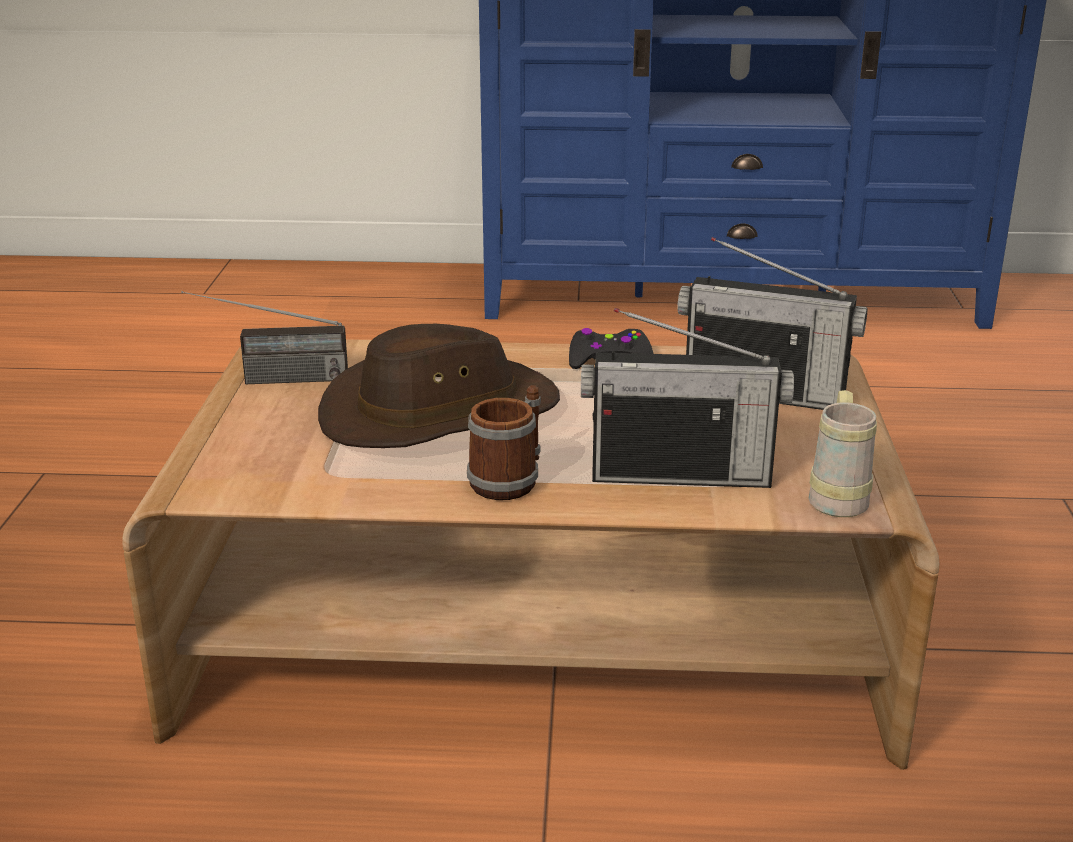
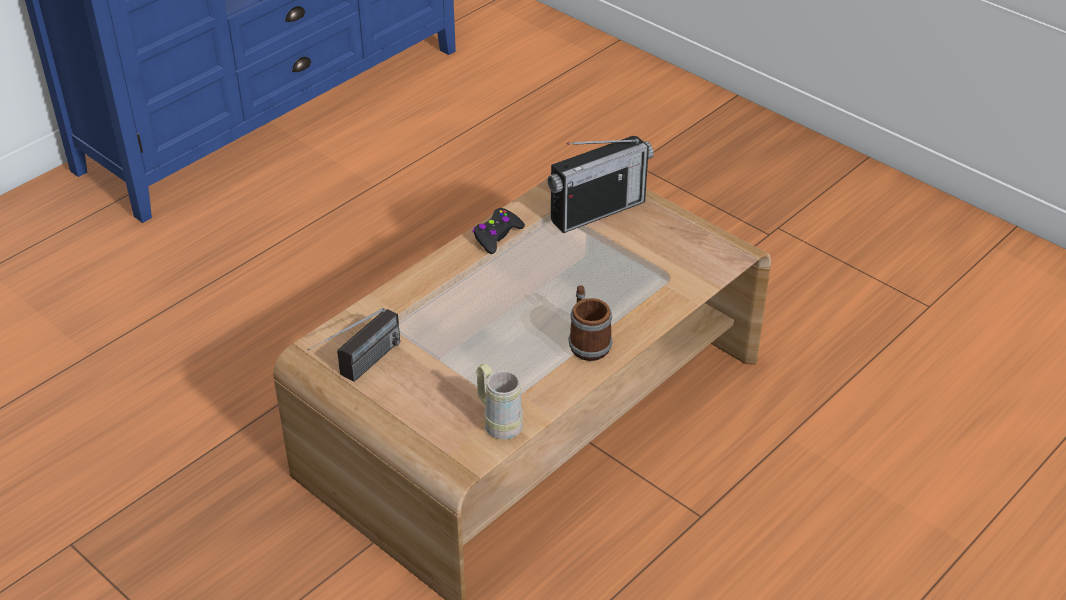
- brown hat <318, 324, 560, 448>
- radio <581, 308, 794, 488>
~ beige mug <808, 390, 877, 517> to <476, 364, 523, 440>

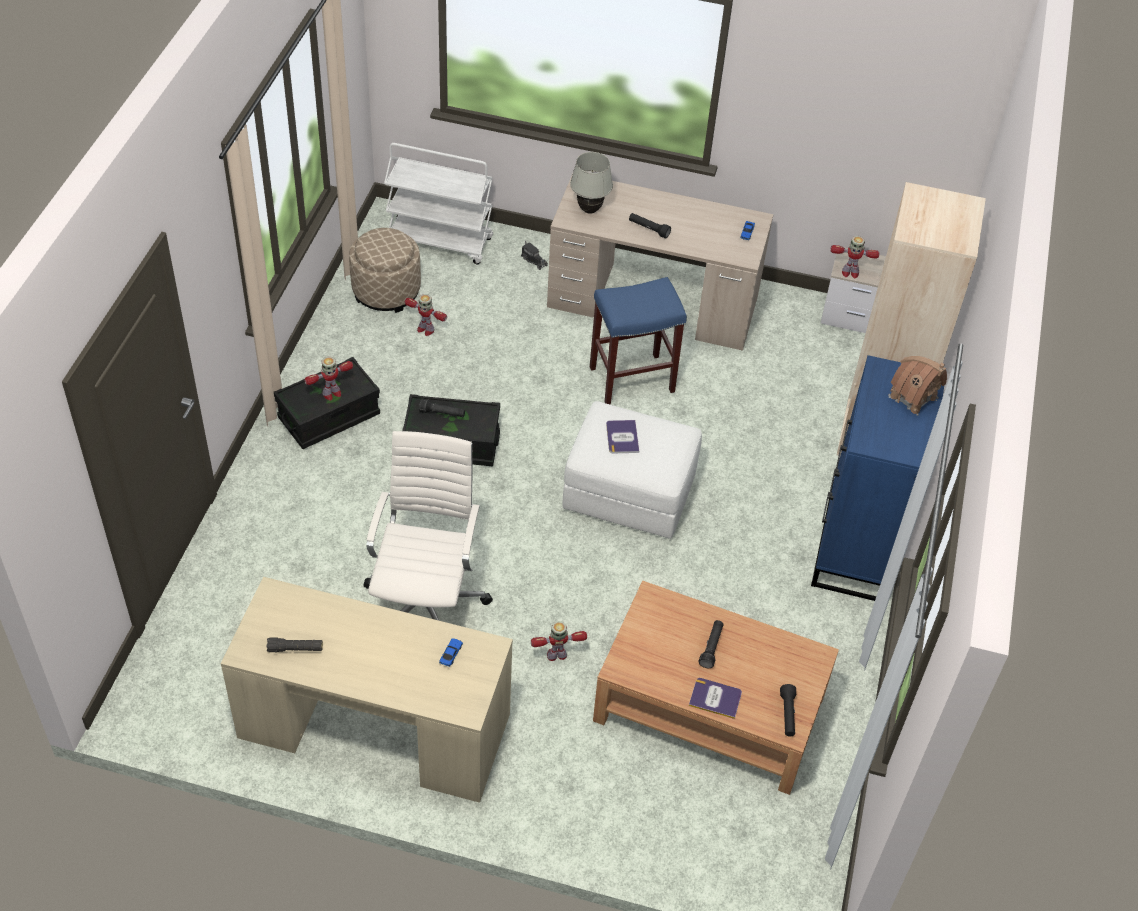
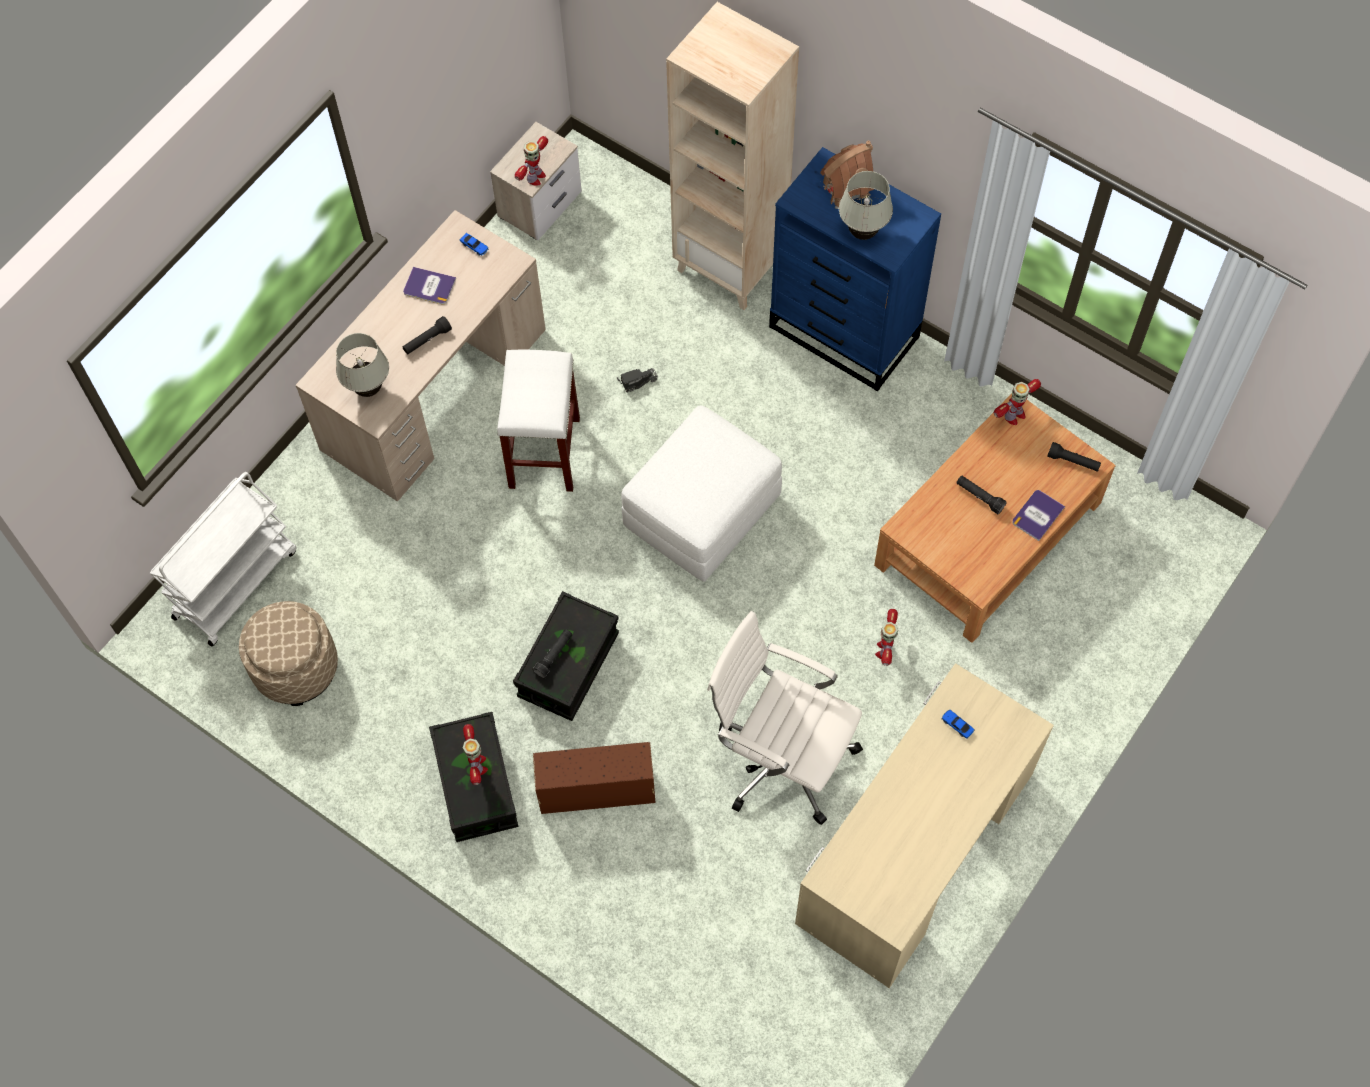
- black flashlight <266, 638, 323, 652>
~ toy robot <405, 294, 447, 336> to <994, 379, 1041, 425>
~ toy truck <521, 241, 548, 270> to <617, 368, 658, 393>
~ blue stool <590, 277, 687, 405> to white stool <497, 349, 580, 492>
~ book <606, 420, 639, 453> to <403, 267, 456, 305>
+ brown storage box <533, 742, 655, 814>
+ white table lamp <839, 171, 893, 240>

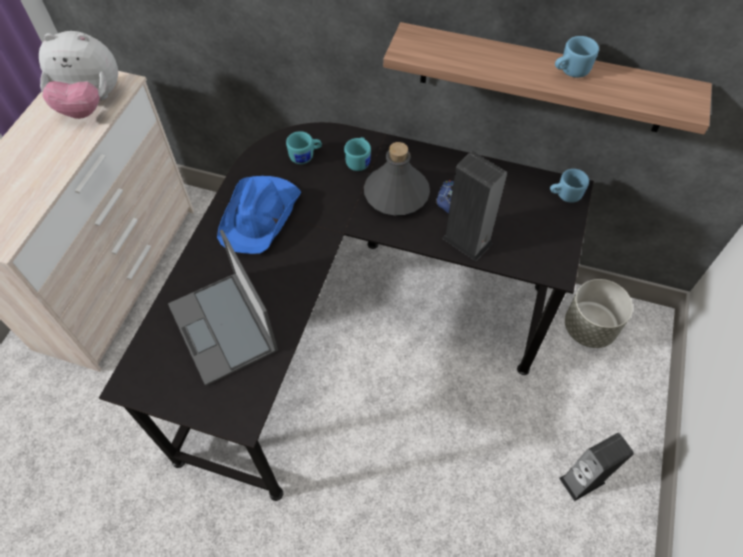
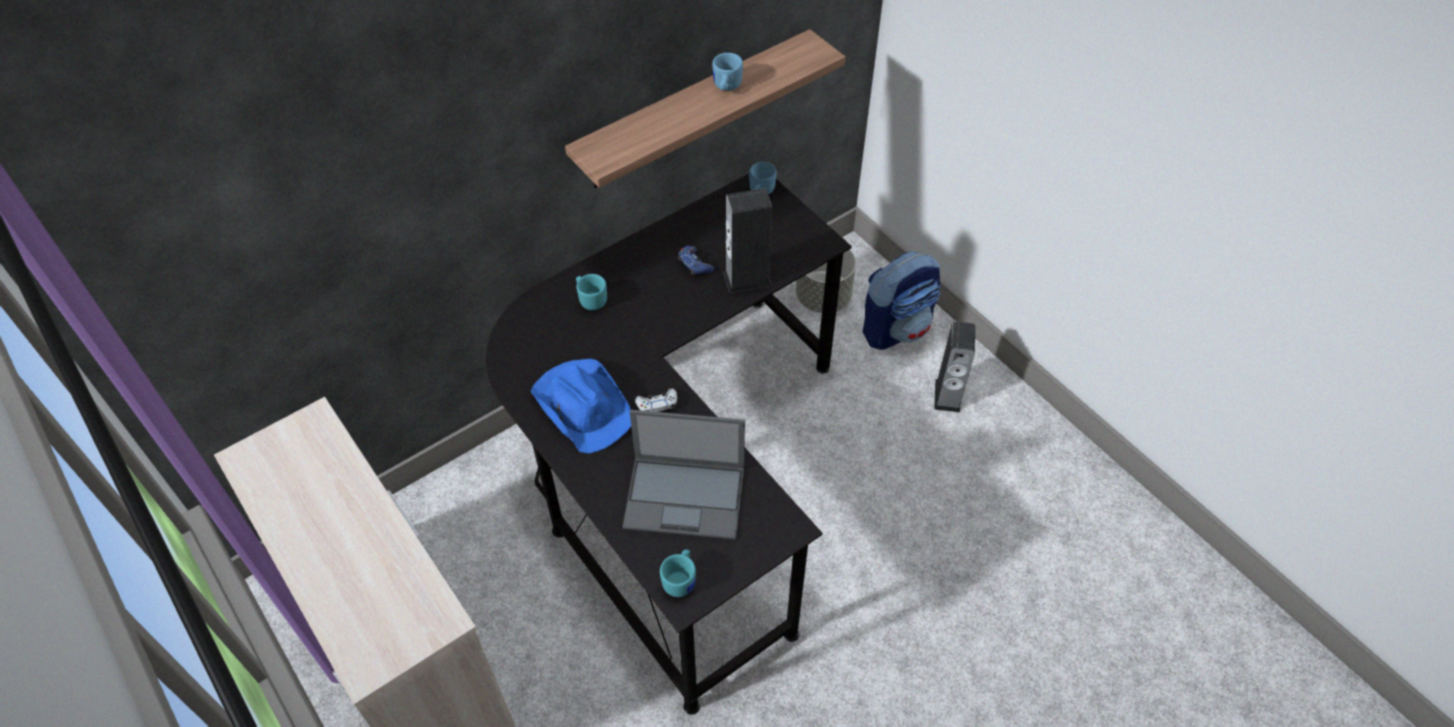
- plush toy <39, 31, 118, 119>
~ turquoise mug <286, 131, 322, 164> to <660, 549, 696, 597>
- grey bottle <364, 142, 430, 215>
+ white game controller <635, 388, 677, 412>
+ backpack <863, 251, 940, 350>

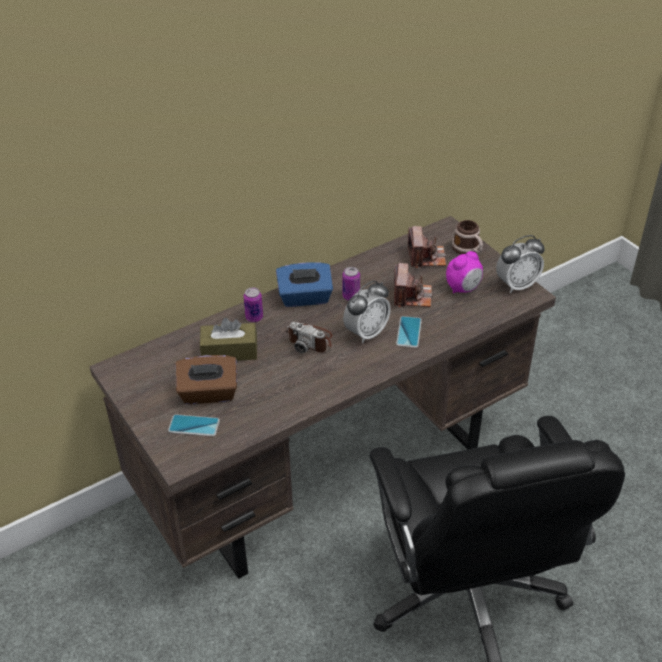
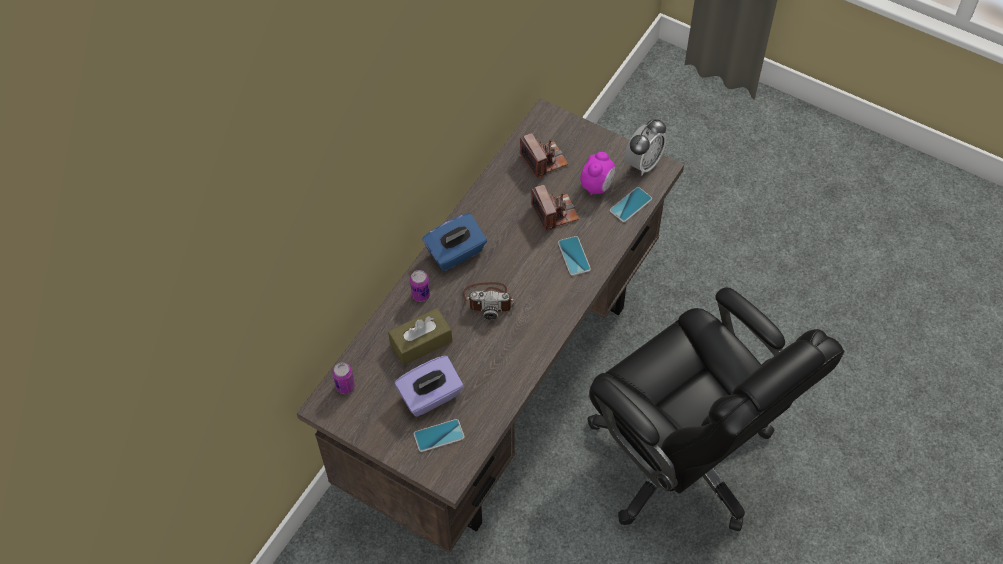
~ brown tissue box <176, 355, 237, 404> to purple tissue box <394, 355, 464, 417>
~ can <342, 267, 360, 301> to <332, 362, 355, 394>
- alarm clock <343, 280, 391, 344>
- mug <452, 220, 483, 255>
+ phone <610, 187, 652, 222>

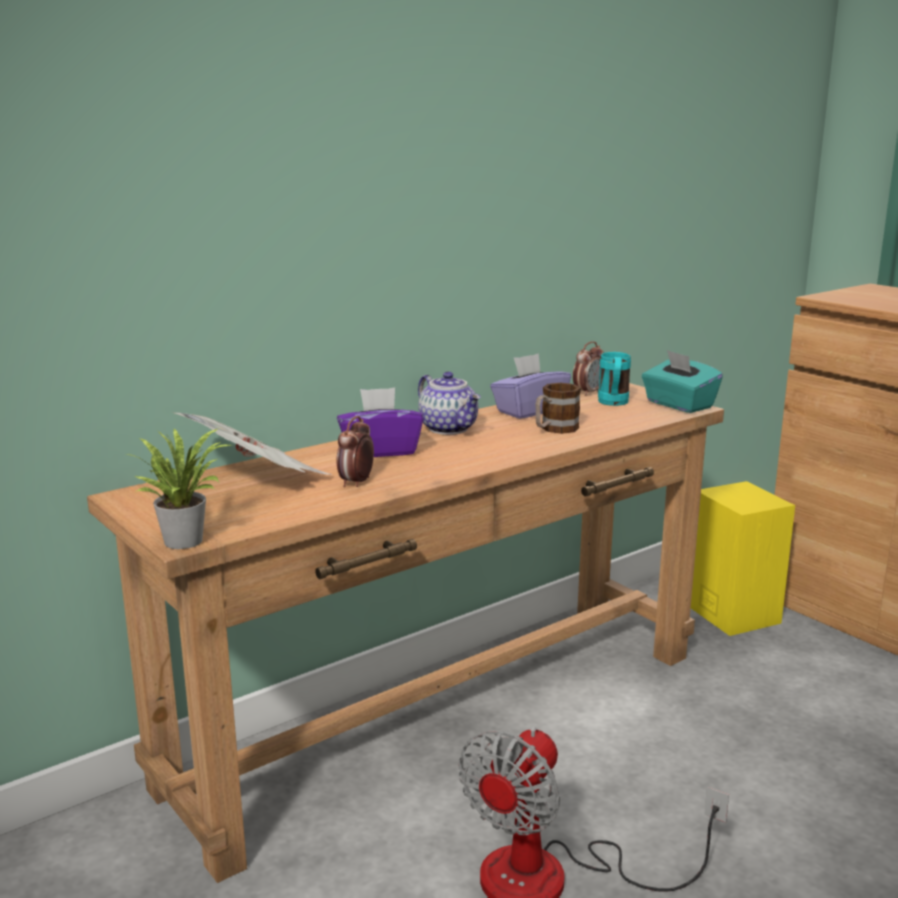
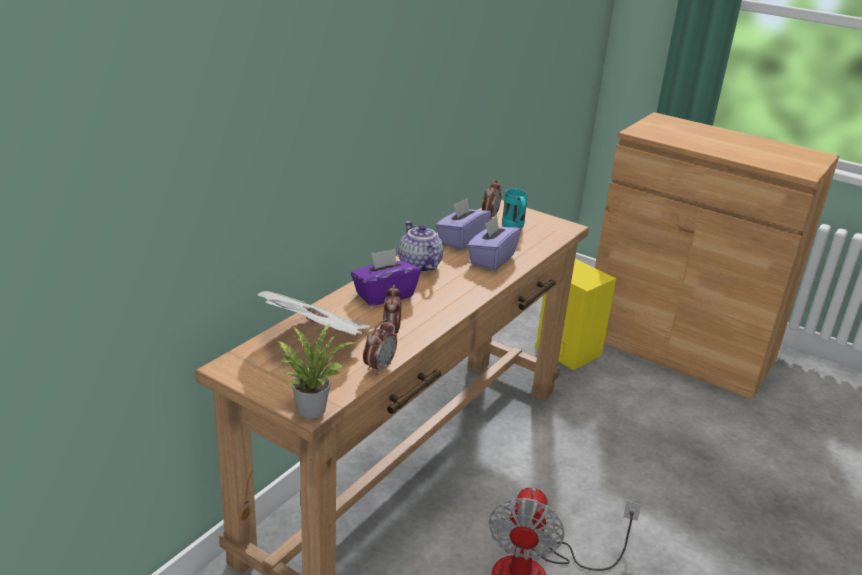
~ teapot <418, 372, 481, 435> = <398, 221, 443, 272> 150 degrees counterclockwise
~ mug <535, 383, 581, 434> to purple tissue box <467, 216, 521, 271>
- turquoise tissue box <642, 350, 723, 413>
+ alarm clock <363, 319, 397, 375>

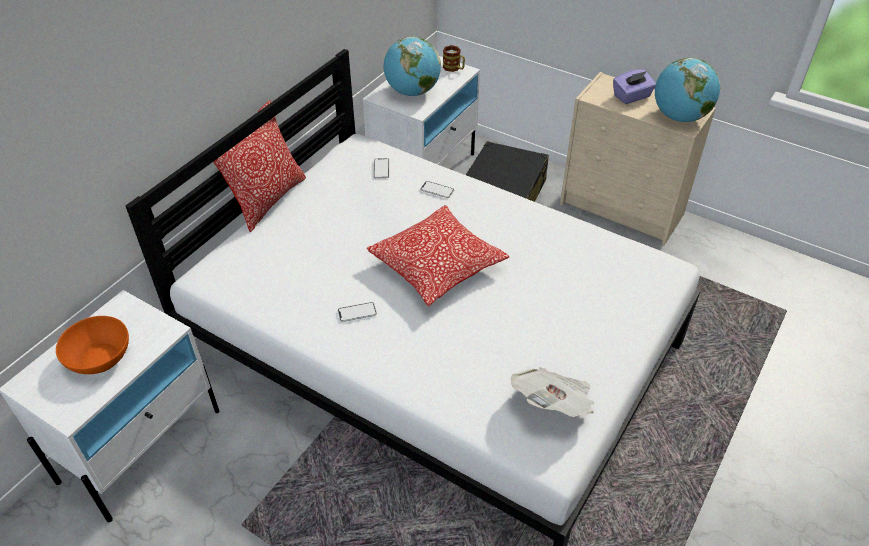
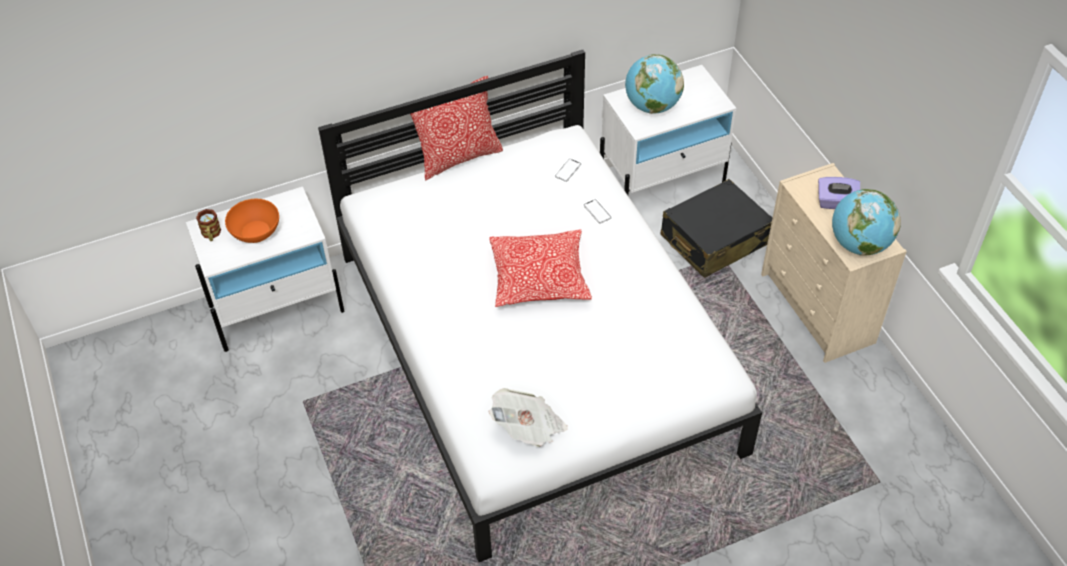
- phone <338, 302, 377, 322>
~ mug <443, 45, 465, 72> to <196, 209, 221, 241>

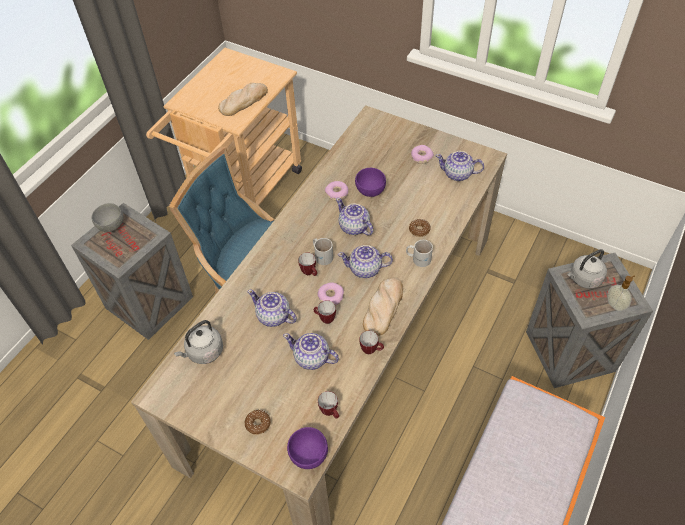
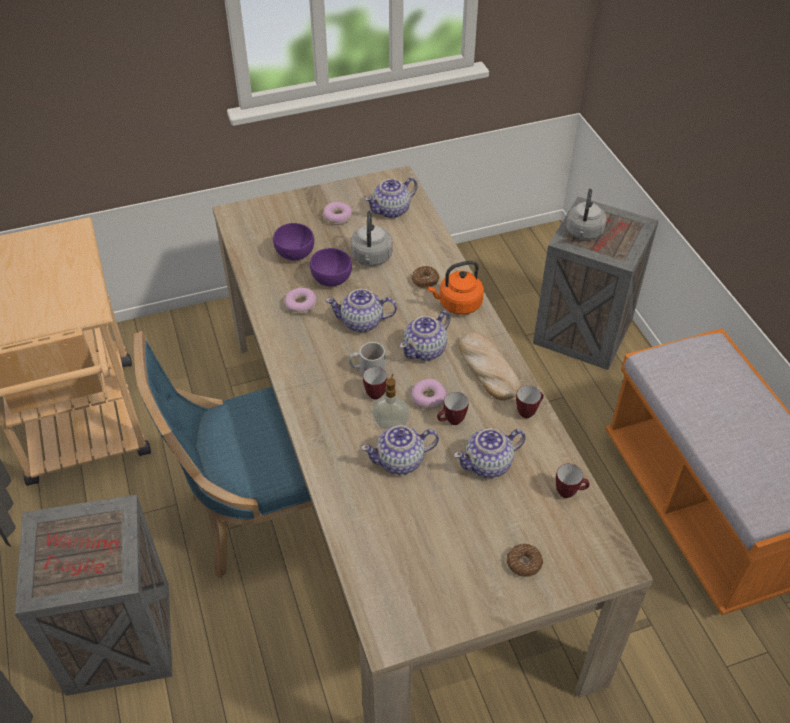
- grey bowl <91, 203, 123, 232>
~ grey kettle <174, 320, 223, 364> to <351, 211, 393, 266>
- bread <218, 83, 268, 116>
~ purple bowl <287, 427, 328, 469> to <273, 223, 314, 260>
~ white mug <406, 240, 433, 267> to orange kettle <427, 260, 484, 315>
~ soap dispenser <607, 275, 635, 311> to <372, 374, 409, 429>

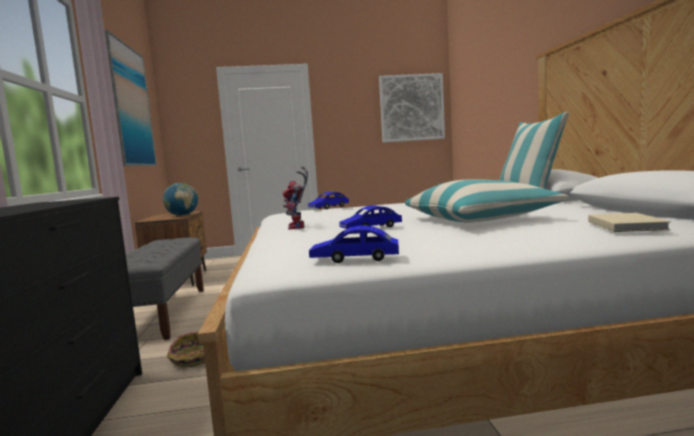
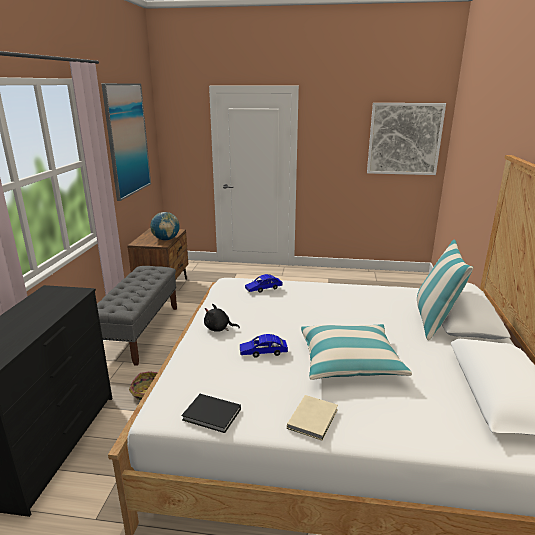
~ toy robot <283, 166, 308, 230> to black plush toy <204, 304, 240, 332>
~ blue toy car <309, 225, 399, 263> to black book <182, 394, 241, 433>
~ beige book <588, 213, 671, 232> to <287, 395, 338, 441>

